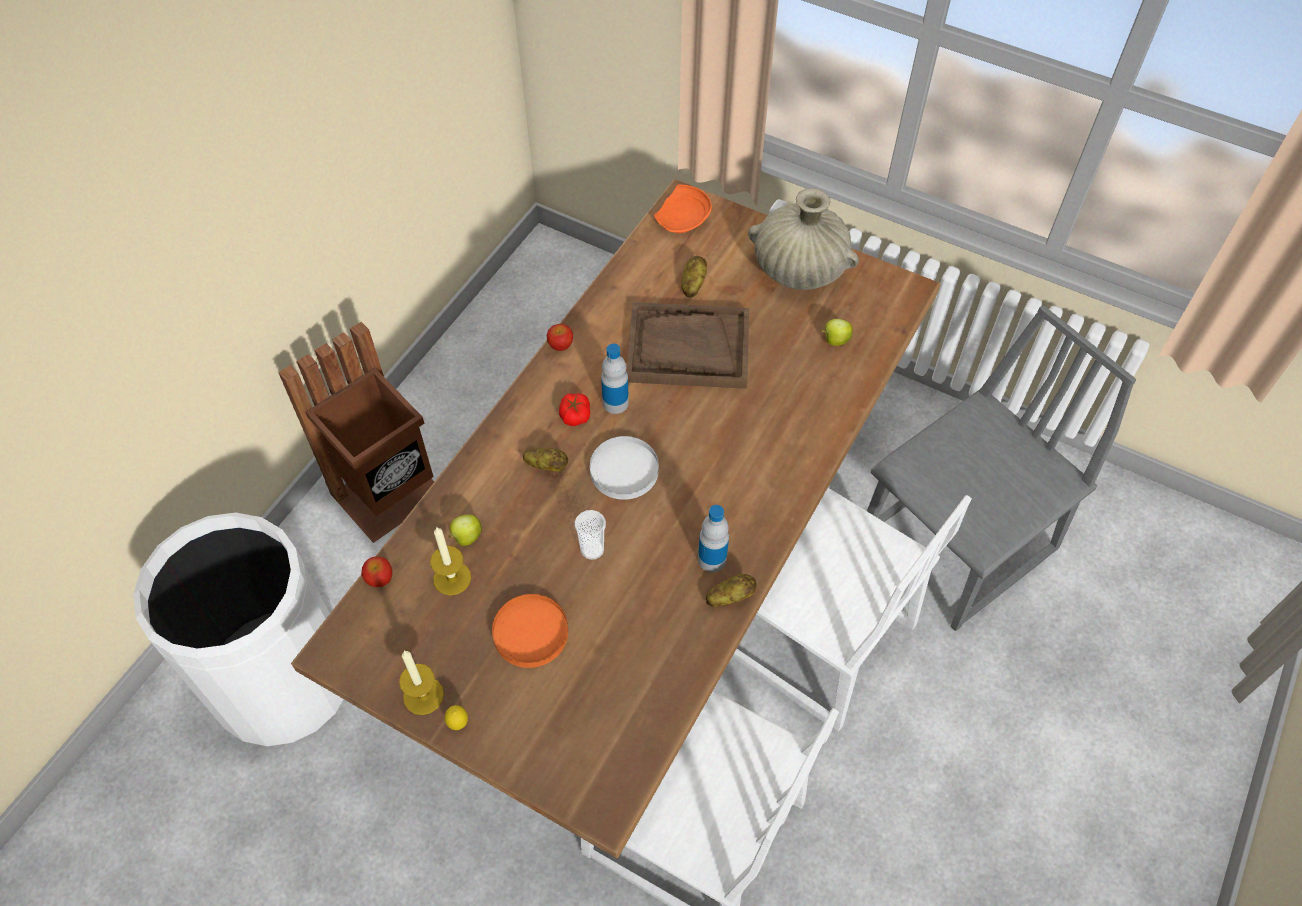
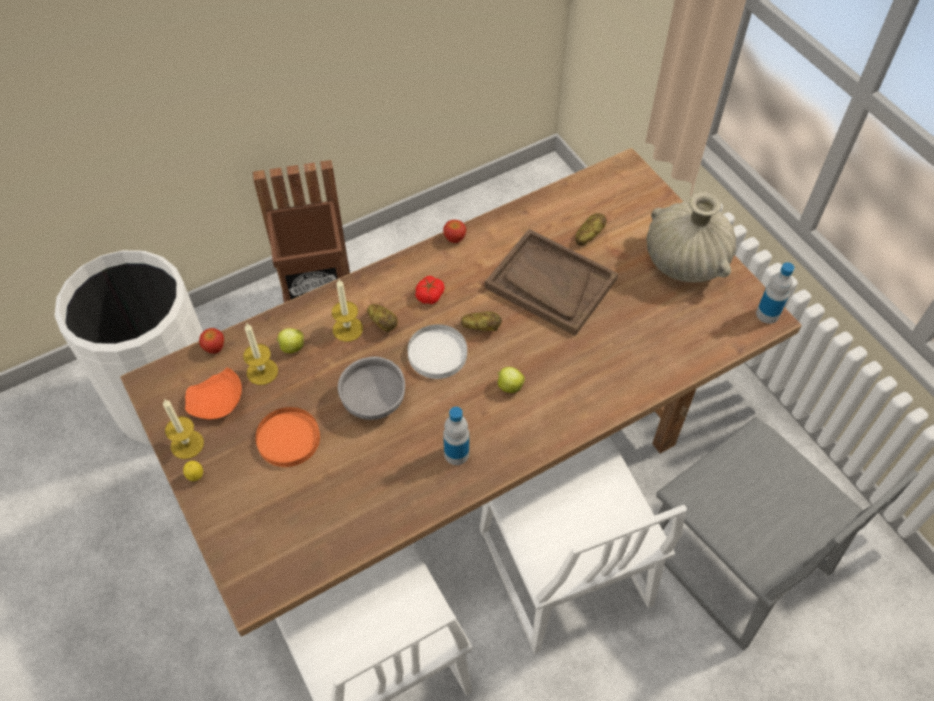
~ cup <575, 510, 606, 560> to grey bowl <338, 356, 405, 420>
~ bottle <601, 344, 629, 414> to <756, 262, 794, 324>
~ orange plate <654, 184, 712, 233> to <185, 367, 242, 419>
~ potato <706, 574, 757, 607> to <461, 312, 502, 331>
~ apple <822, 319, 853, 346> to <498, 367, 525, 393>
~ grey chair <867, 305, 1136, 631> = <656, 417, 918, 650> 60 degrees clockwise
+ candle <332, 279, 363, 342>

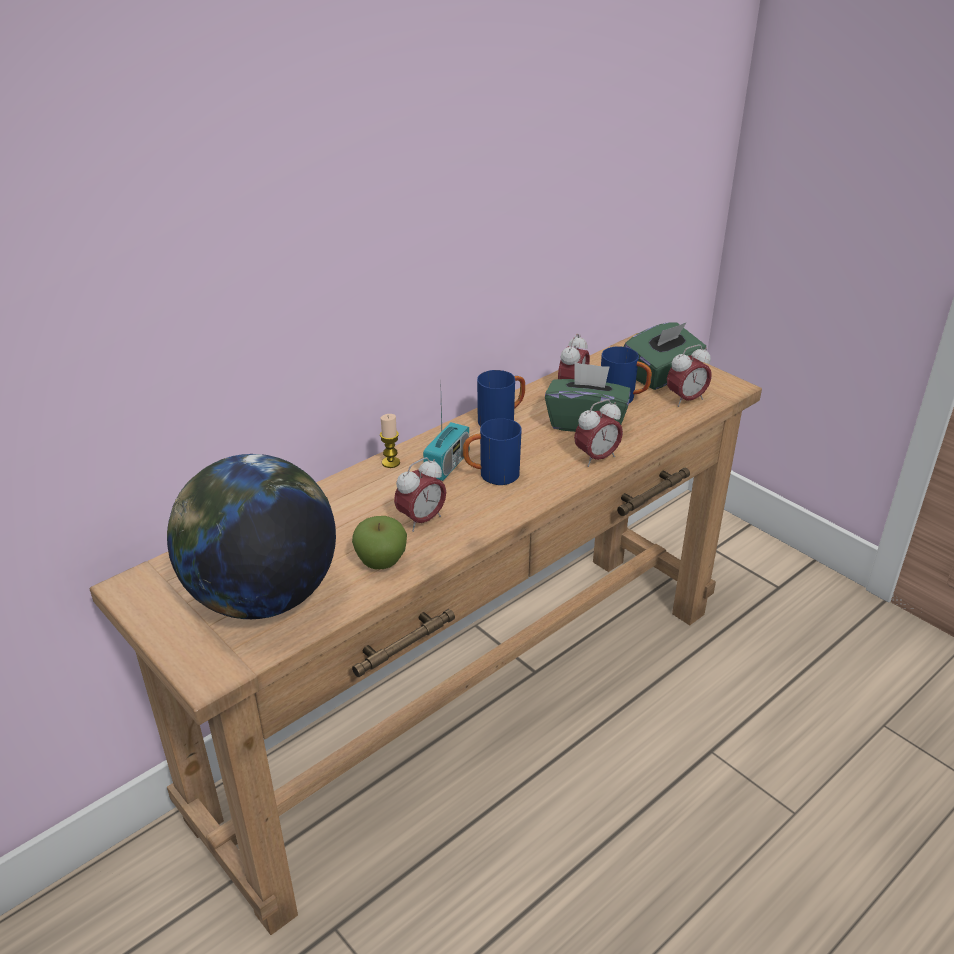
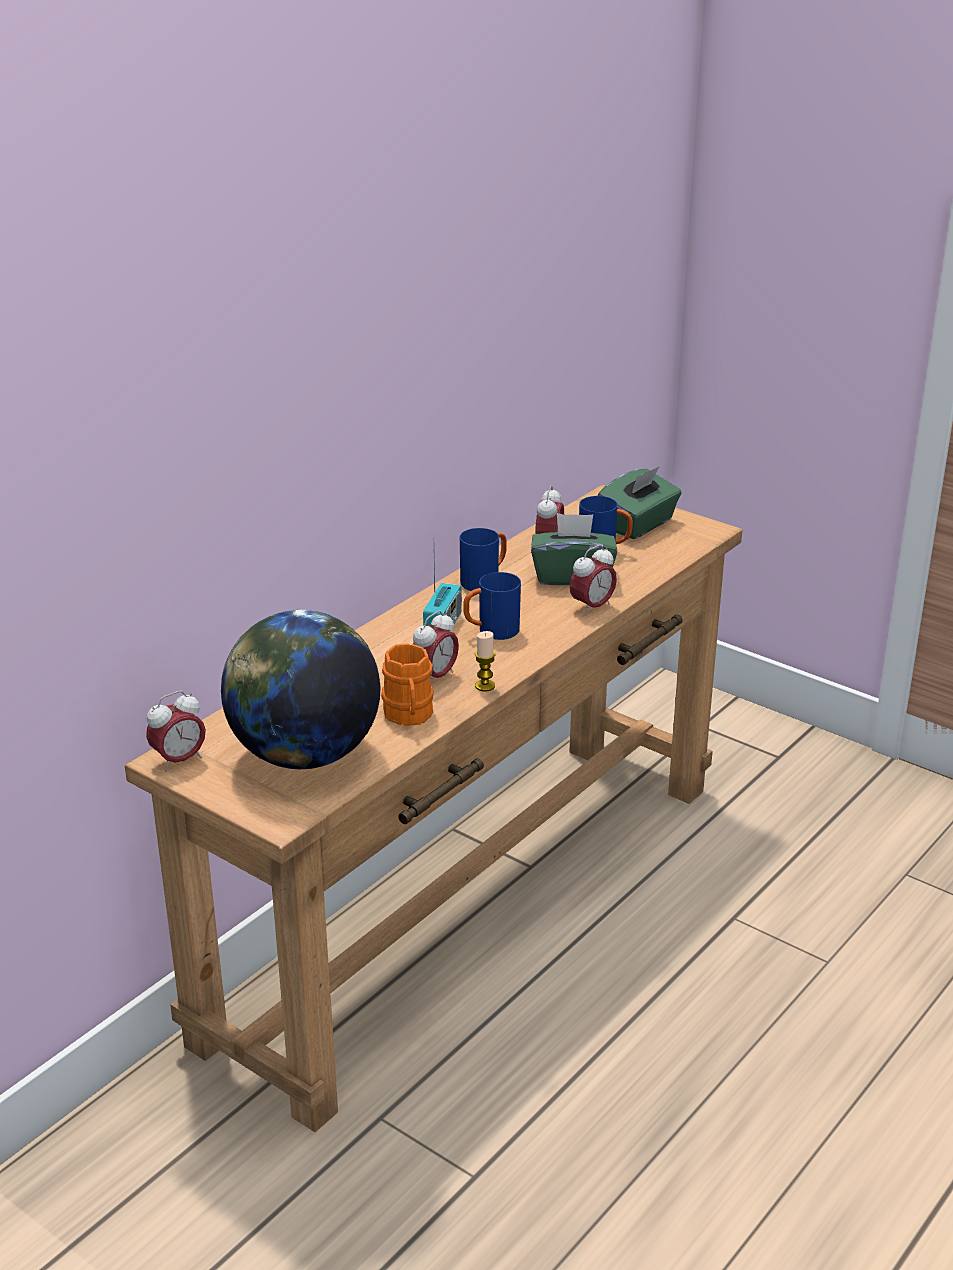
~ apple <352, 516, 407, 569> to orange mug <381, 643, 434, 726>
~ candle <380, 414, 400, 468> to <475, 631, 496, 691>
~ alarm clock <667, 345, 712, 407> to <146, 691, 206, 772>

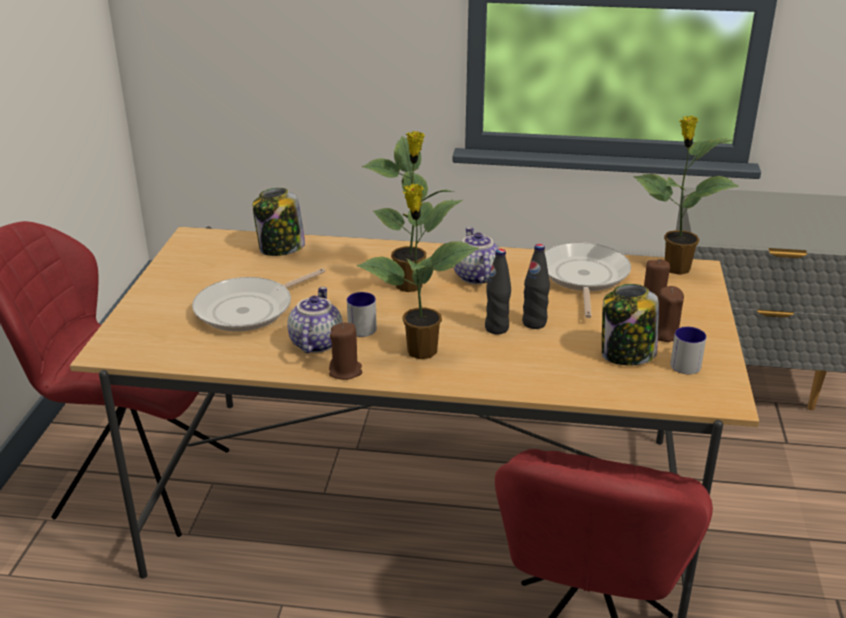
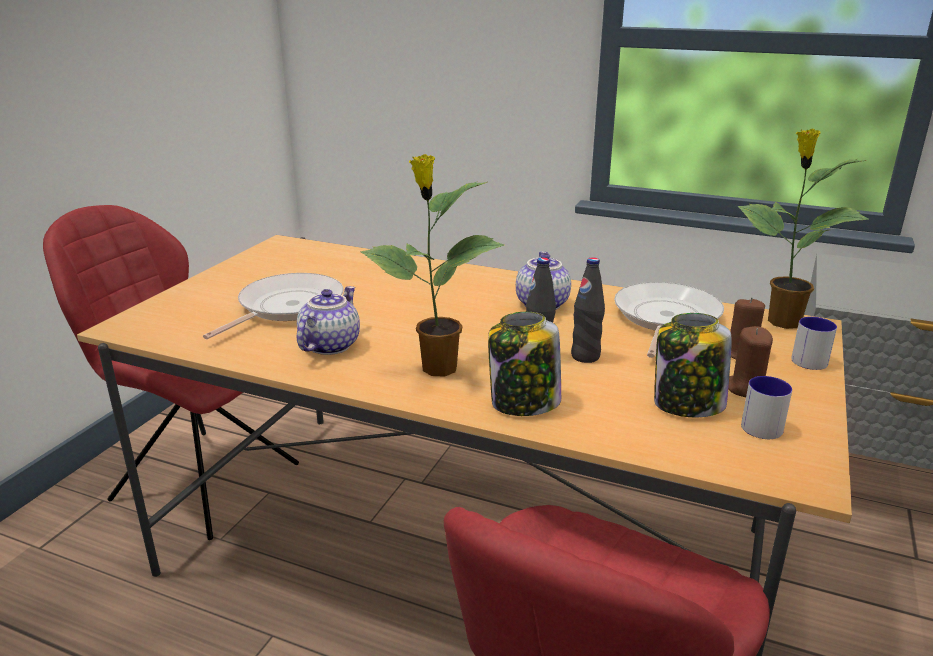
~ frying pan <192, 268, 325, 332> = <203, 273, 344, 339> 150 degrees clockwise
~ jar <252, 188, 305, 256> to <488, 312, 561, 416>
- brown candle <329, 322, 362, 380>
~ mug <347, 292, 377, 337> to <791, 317, 837, 370>
- potted plant <361, 131, 453, 292>

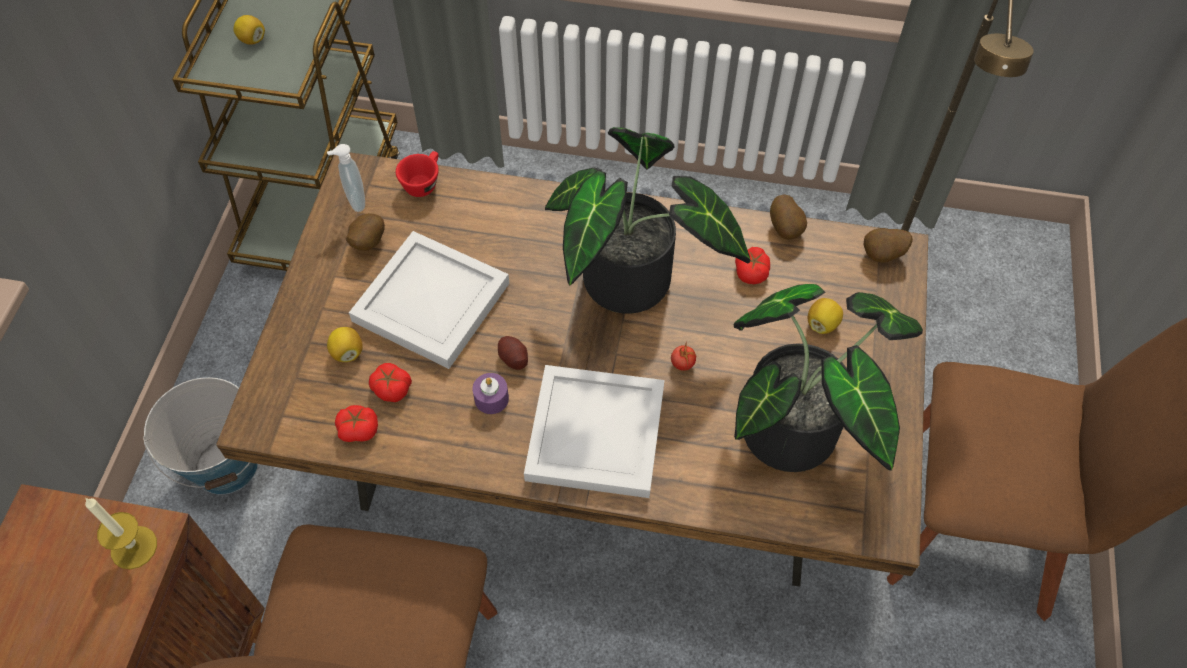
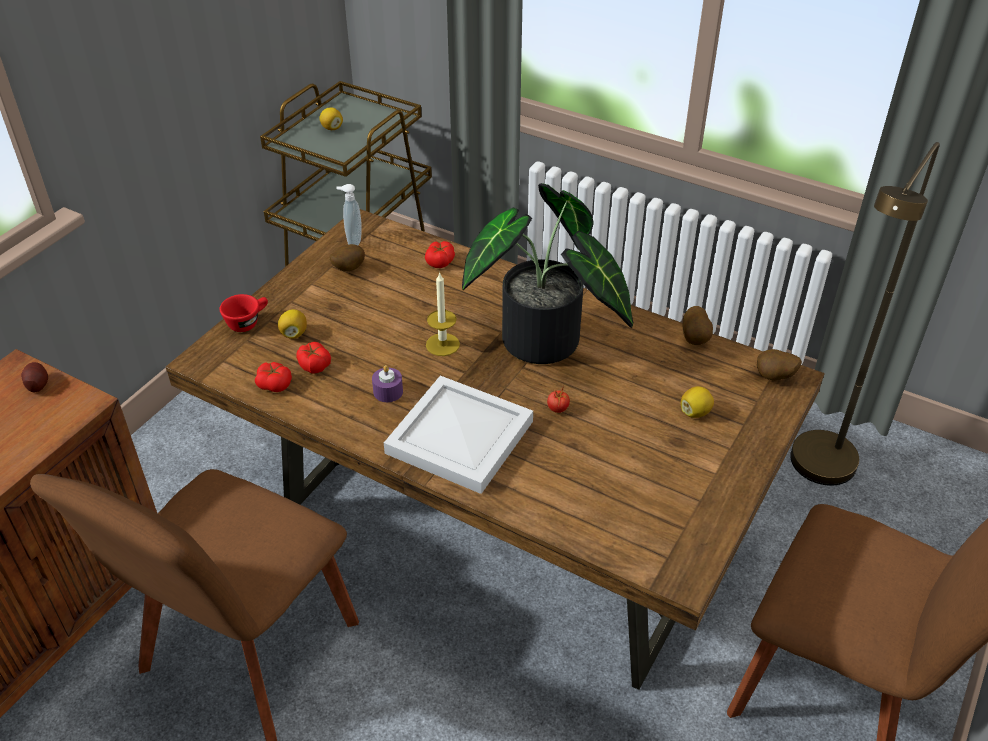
~ candle <85, 498, 157, 569> to <426, 272, 460, 356>
- bucket <143, 377, 258, 495>
- white tray <349, 231, 510, 369>
~ red cup <396, 151, 439, 197> to <220, 294, 268, 332>
~ potato <498, 336, 528, 370> to <21, 362, 48, 392>
- potted plant <734, 284, 923, 472>
~ tomato <735, 247, 770, 284> to <425, 241, 455, 268>

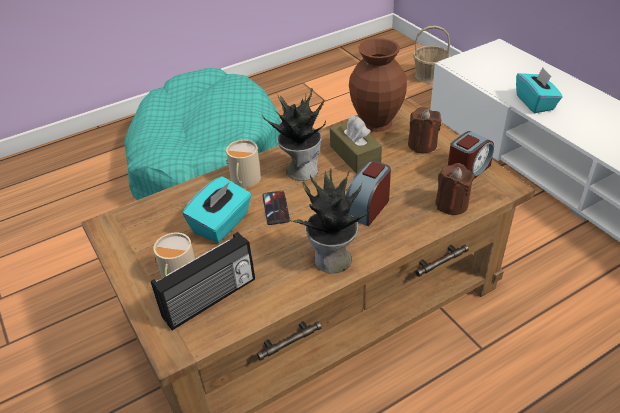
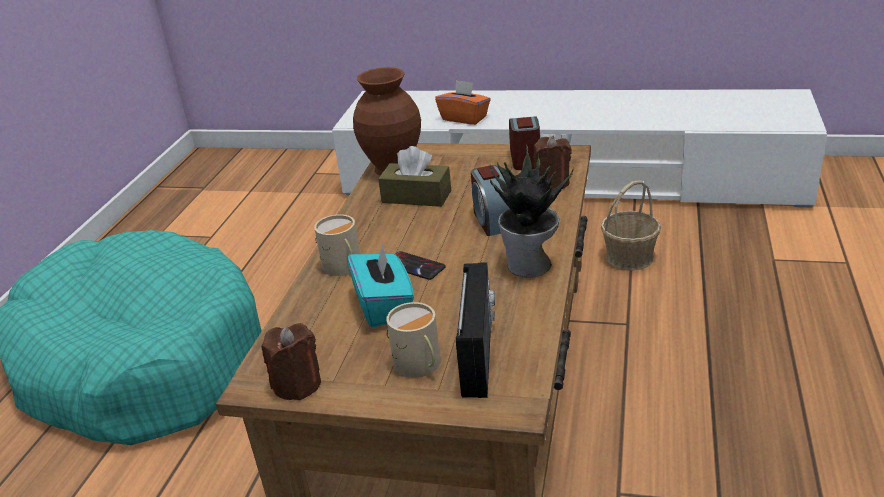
- potted plant <262, 88, 326, 181>
~ brown candle <408, 107, 441, 153> to <261, 323, 321, 400>
~ basket <413, 26, 451, 83> to <601, 180, 661, 271>
~ turquoise tissue box <516, 67, 563, 113> to orange tissue box <435, 80, 491, 125>

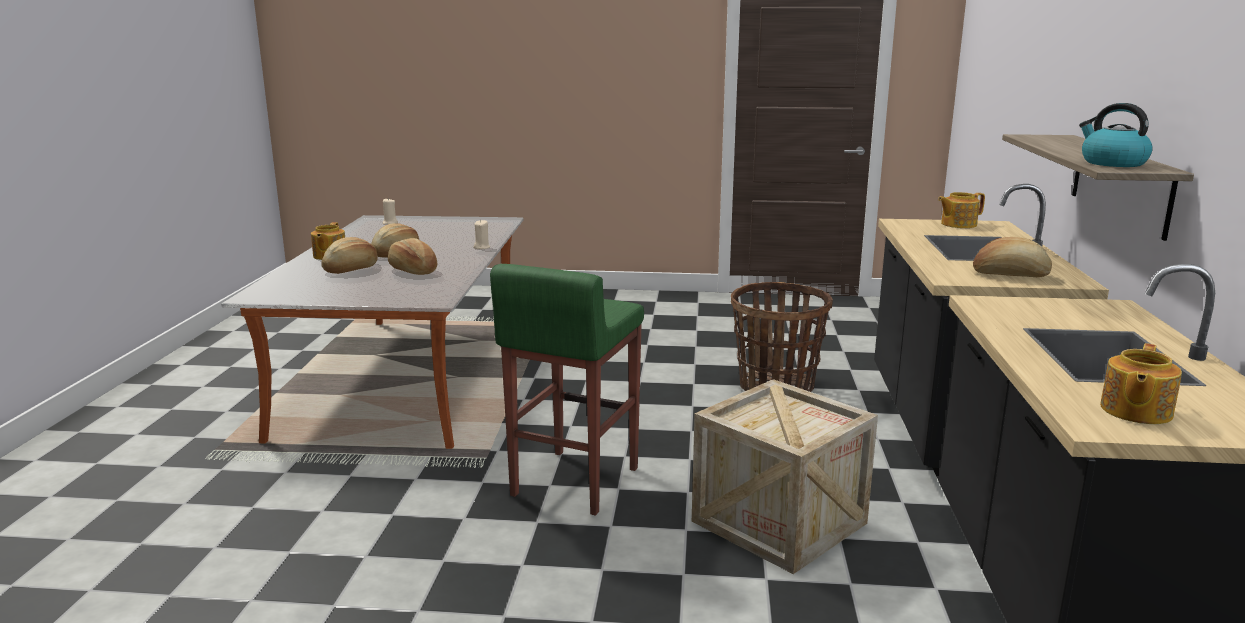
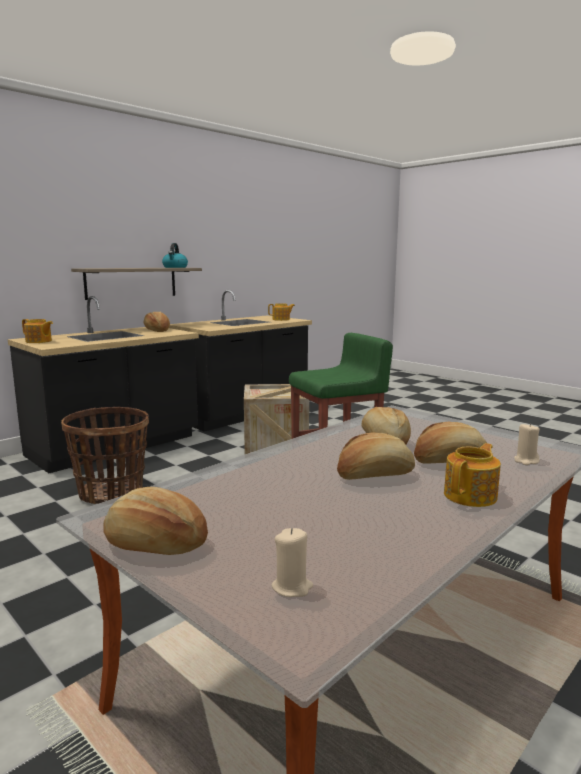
~ beige candle <473, 220, 491, 249> to <514, 423, 540, 465>
+ bread <103, 487, 208, 555>

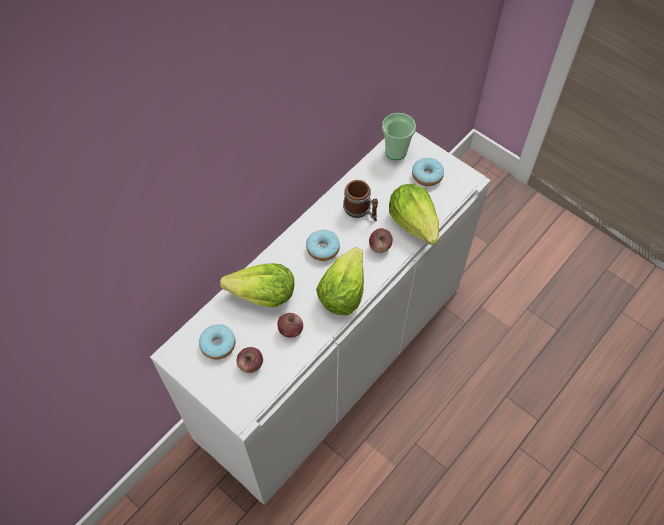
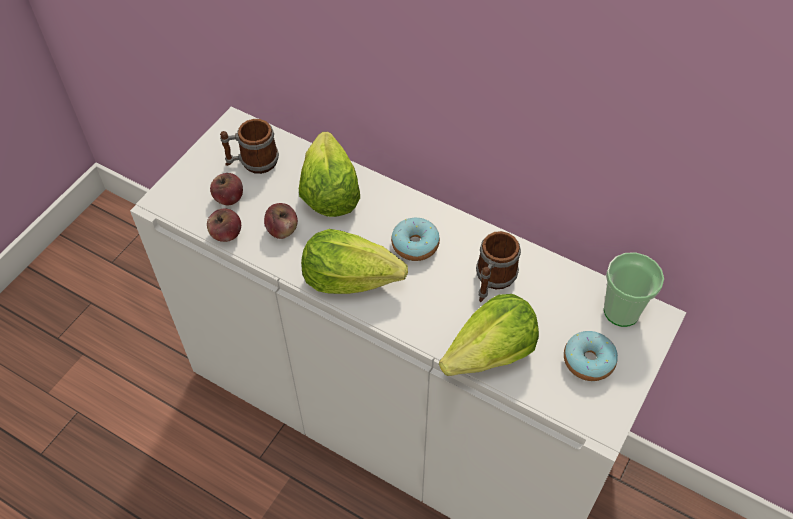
~ donut <199, 324, 236, 359> to mug <220, 119, 279, 174>
~ apple <369, 228, 393, 253> to <207, 208, 241, 242>

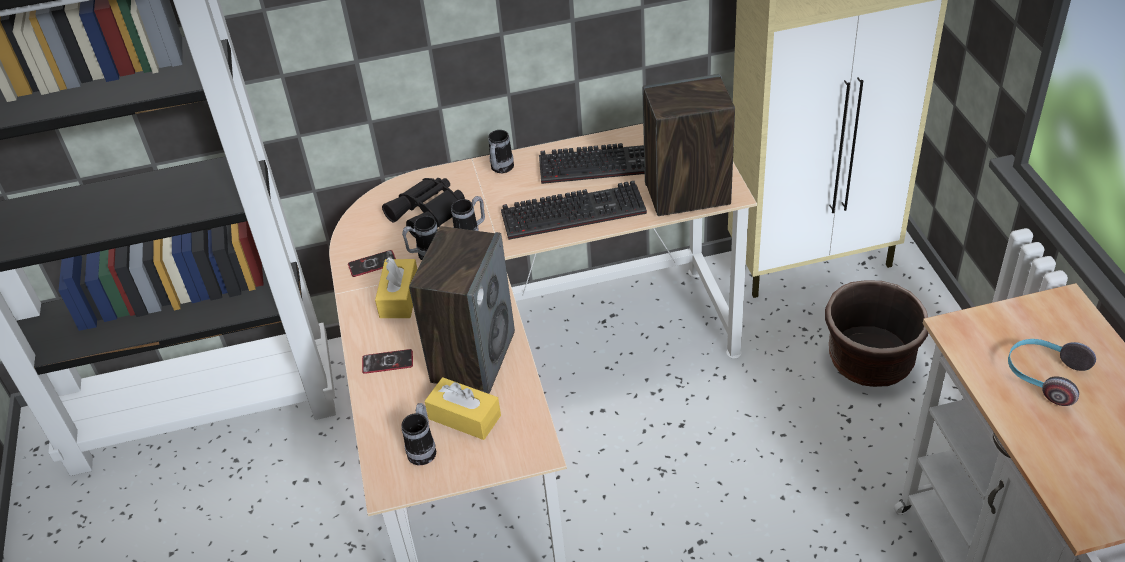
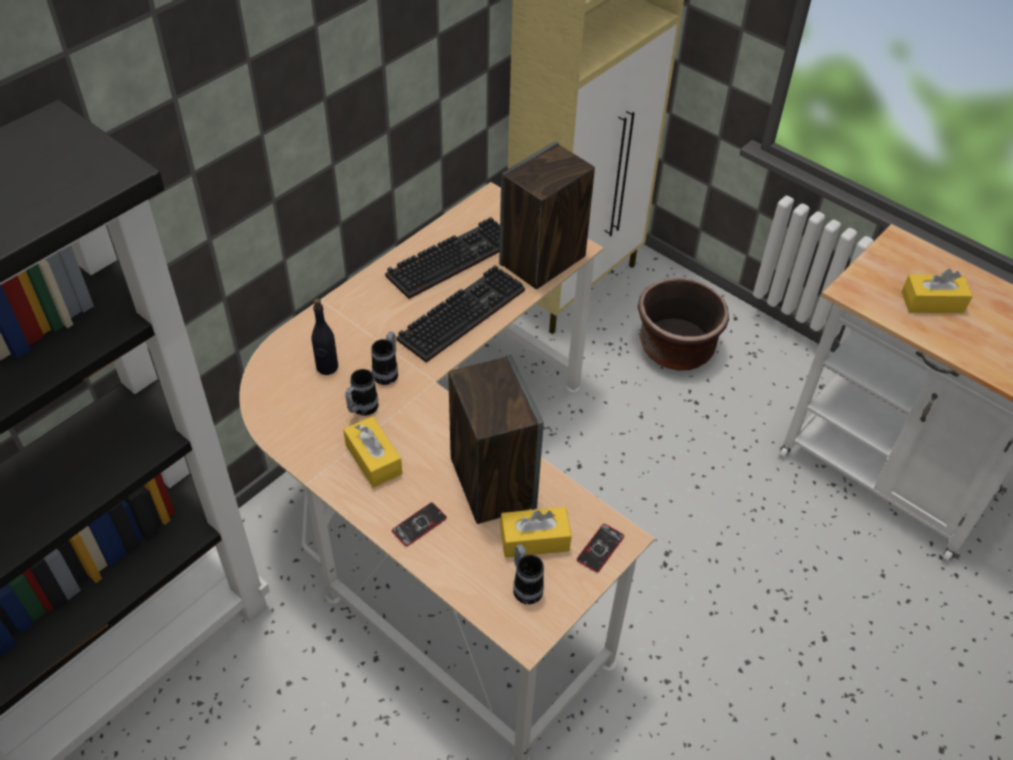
~ phone <348, 250, 396, 277> to <577, 524, 624, 572>
~ black binoculars <382, 178, 465, 238> to black bottle <312, 298, 338, 375>
- mug <488, 130, 514, 173>
~ headphones <1008, 339, 1096, 406> to yellow tissue box <901, 269, 973, 313>

